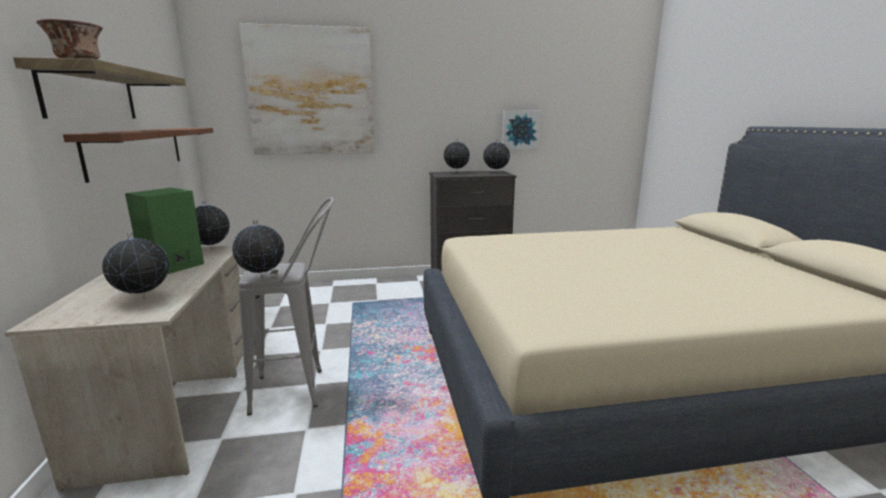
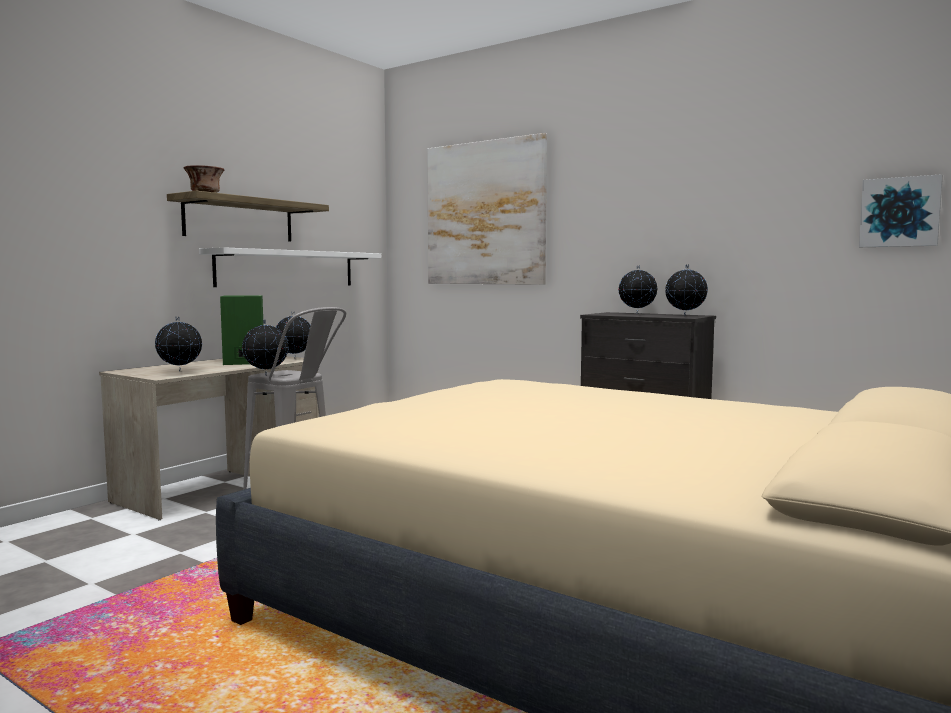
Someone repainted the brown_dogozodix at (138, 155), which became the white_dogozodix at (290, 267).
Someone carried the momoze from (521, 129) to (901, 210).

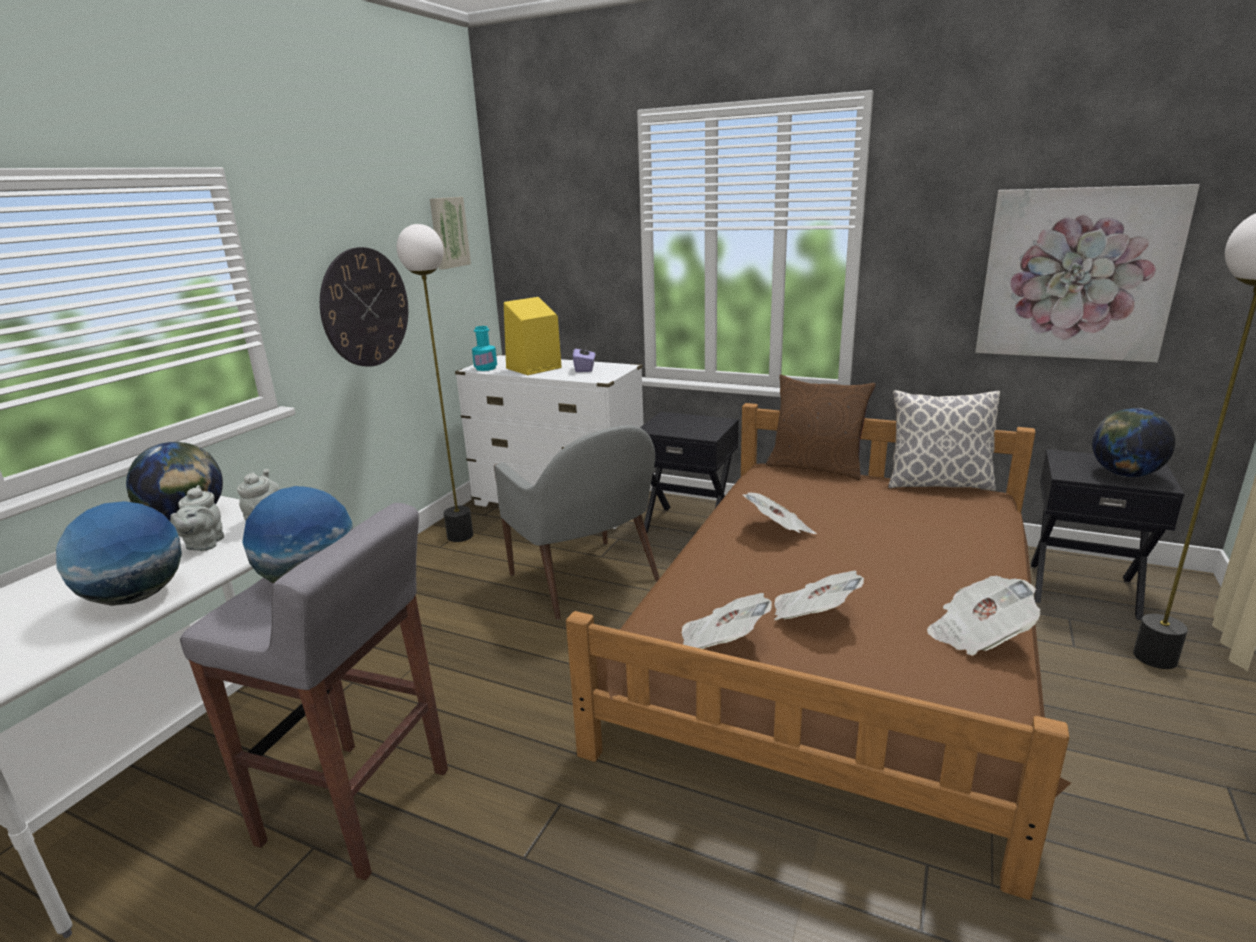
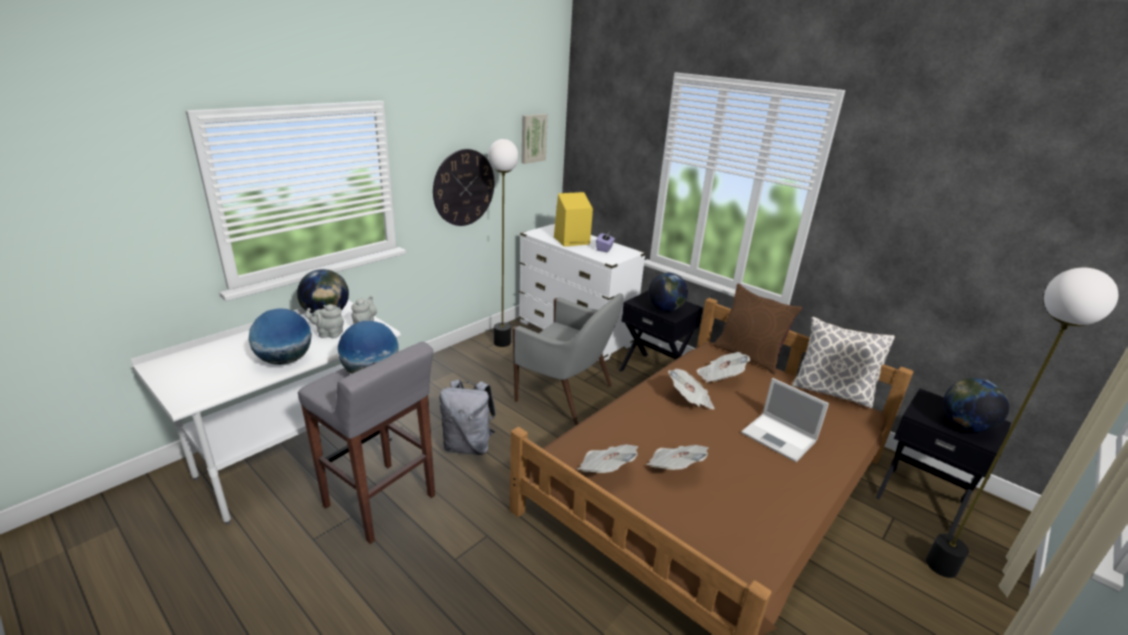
Someone rotated the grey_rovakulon at (197, 518) by 75 degrees clockwise.
Someone put down the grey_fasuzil at (468, 417).
Someone rotated the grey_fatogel at (577, 522) by 45 degrees counterclockwise.
Someone put down the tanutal at (668, 292).
Someone carried the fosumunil from (983, 616) to (723, 367).
Someone put down the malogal at (785, 420).
Someone took away the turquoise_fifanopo at (484, 348).
Someone took away the momoze at (1087, 273).

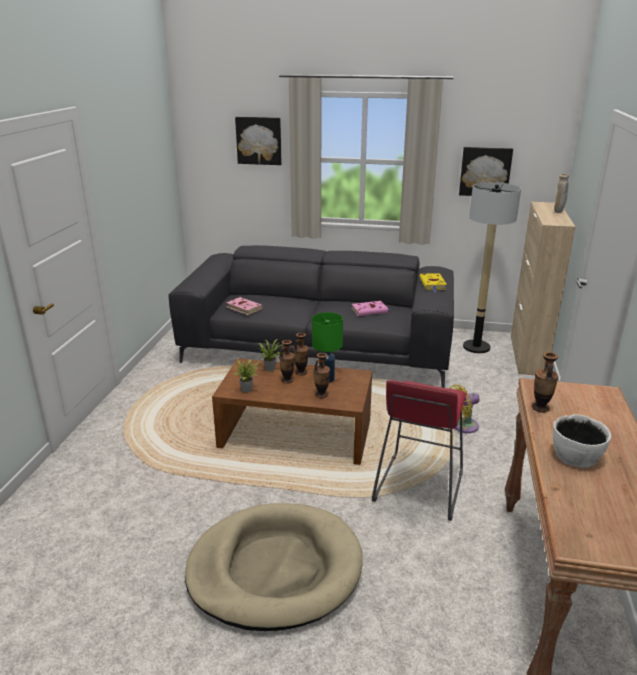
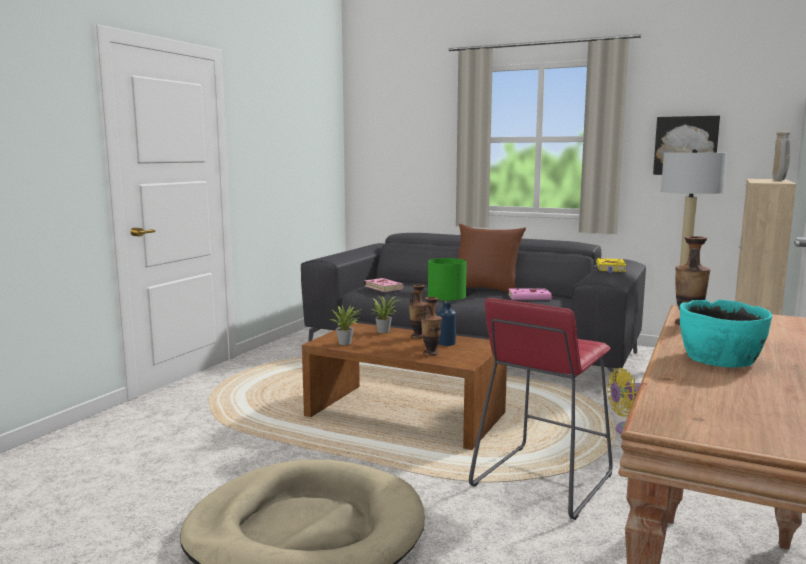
Someone put down the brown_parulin at (492, 258).
Someone repainted the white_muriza at (582, 441), which became the turquoise_muriza at (726, 334).
Someone took away the momoze at (258, 141).
Someone took away the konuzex at (287, 362).

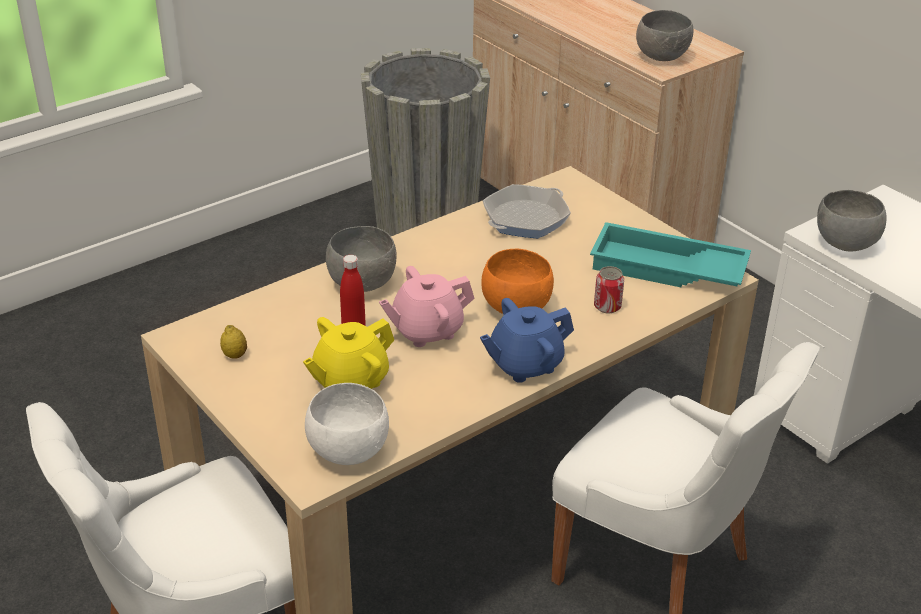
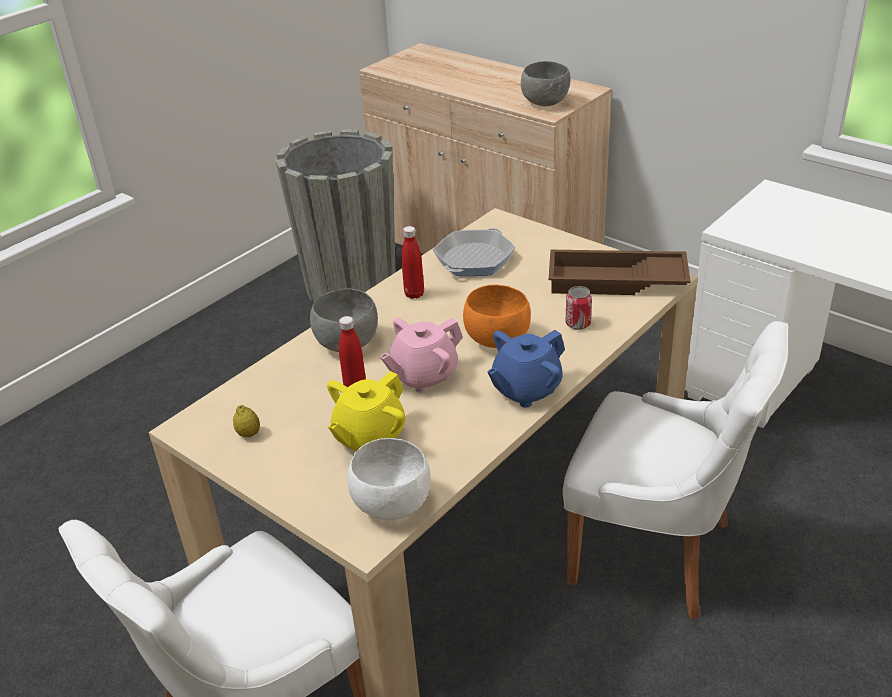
Someone put down the red_fifanopo at (412, 262).
Someone repainted the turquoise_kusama at (670, 254), which became the brown_kusama at (620, 272).
Someone took away the grey_muriza at (852, 220).

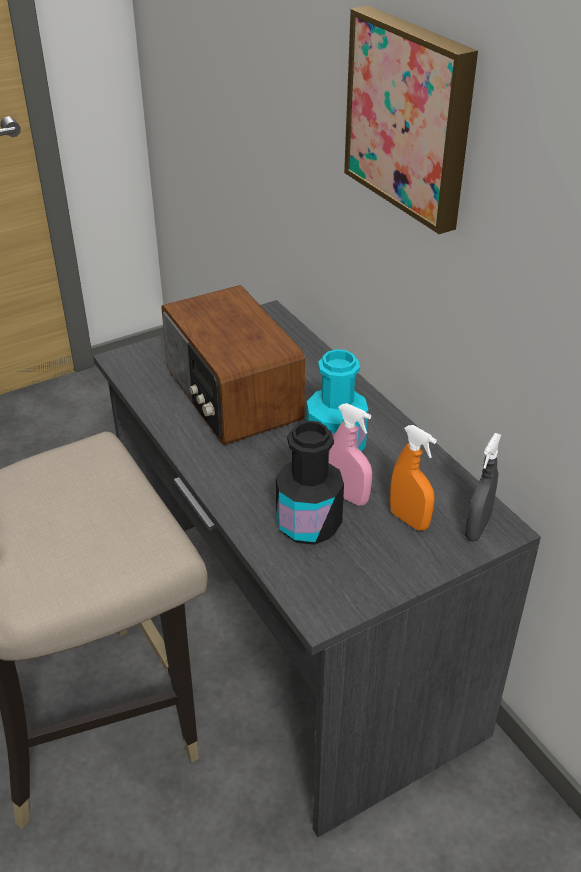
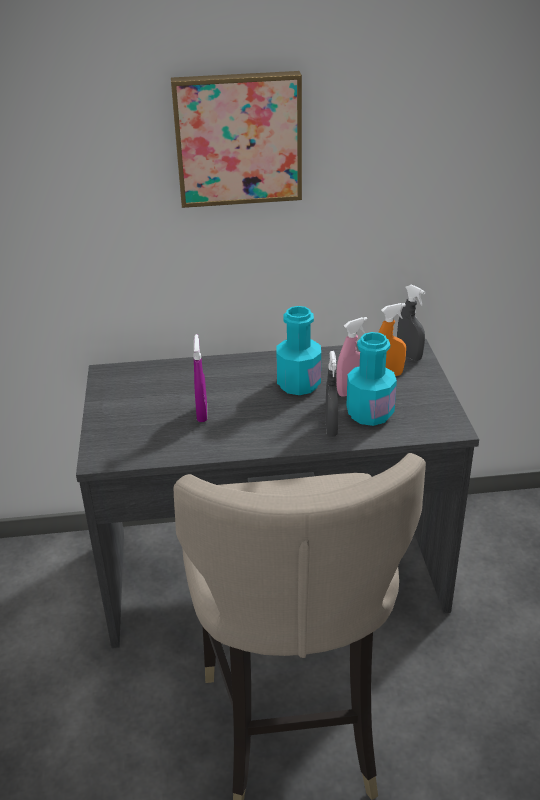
Someone swapped the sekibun at (233, 365) for the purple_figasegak at (200, 378).
Someone put down the grey_figasegak at (331, 393).
Someone repainted the black_fifanopo at (310, 483), which became the turquoise_fifanopo at (371, 379).

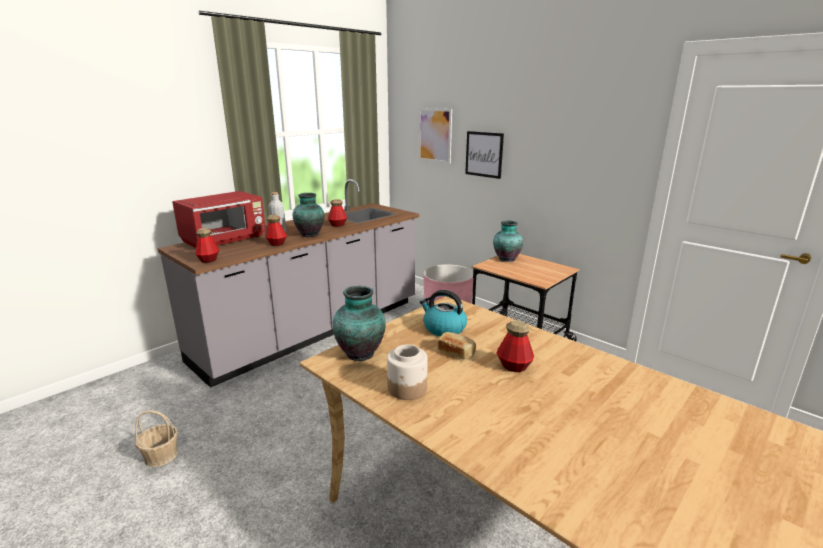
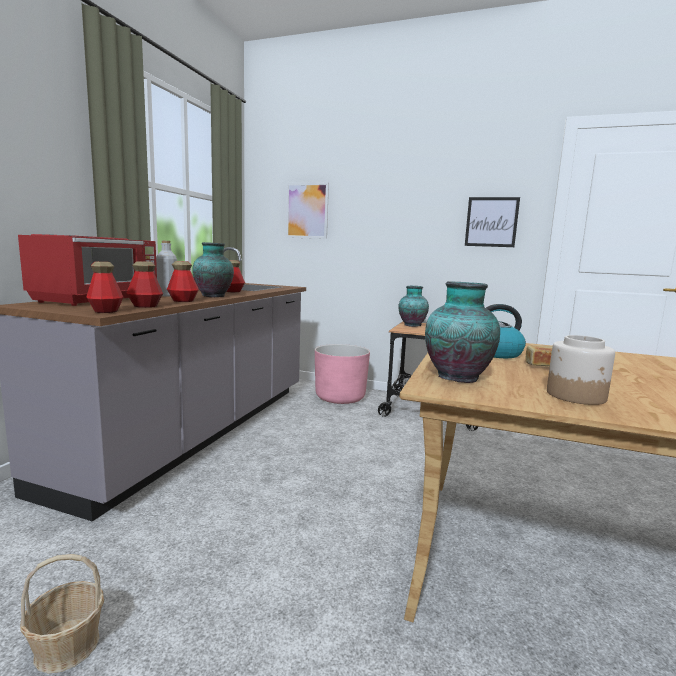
Someone carried the fifanopo from (515, 346) to (144, 284).
Someone carried the momoze from (484, 155) to (492, 222).

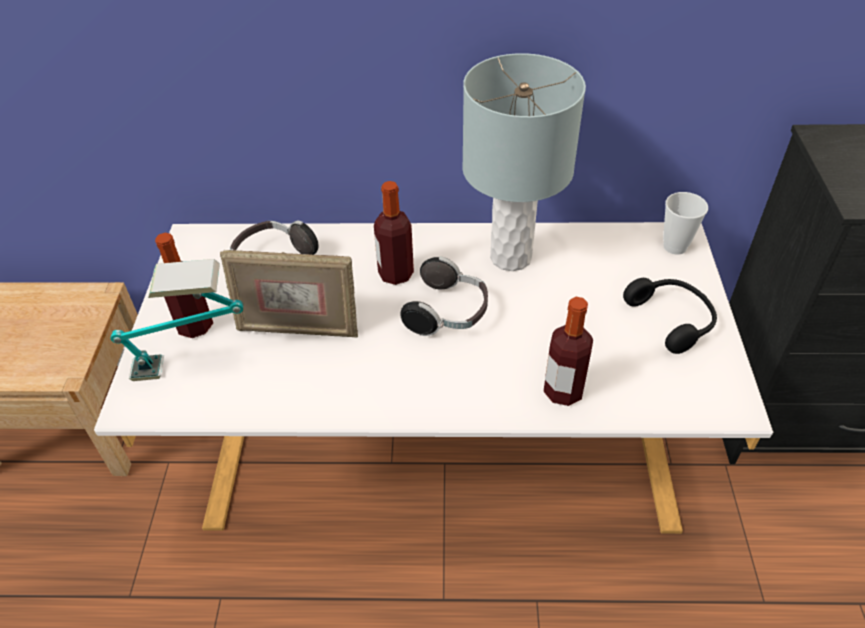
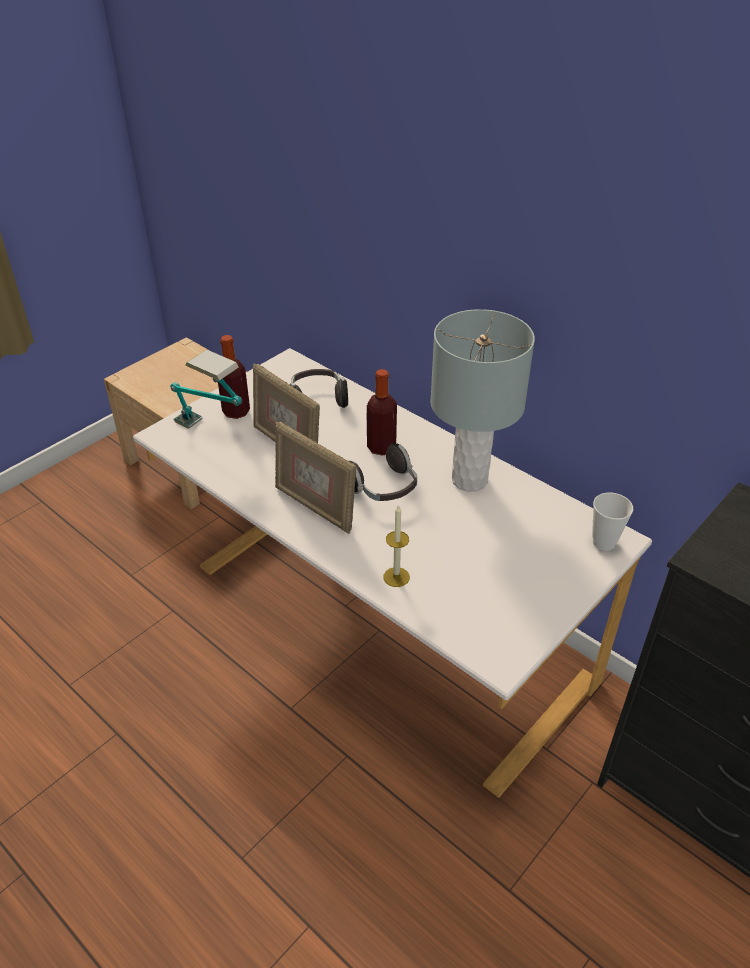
Someone put down the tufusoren at (315, 478).
Someone swapped the fifanopo at (568, 351) for the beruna at (397, 545).
Someone took away the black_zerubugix at (670, 316).

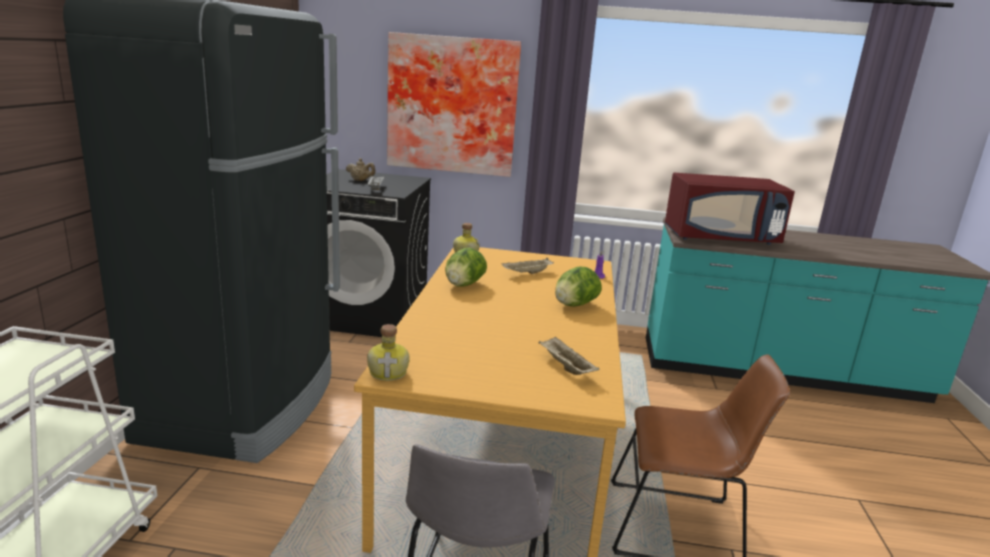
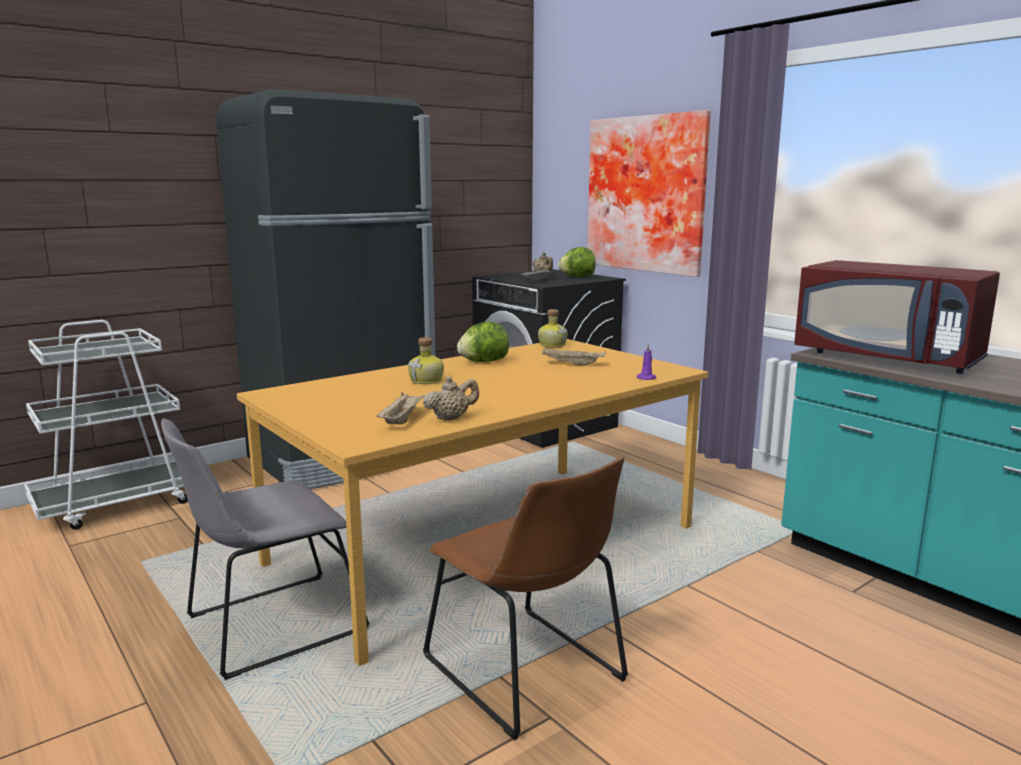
Someone carried the fifanopo from (388, 352) to (426, 360).
Someone put down the beige_rovakulon at (451, 398).
Someone carried the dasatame from (578, 286) to (577, 262).

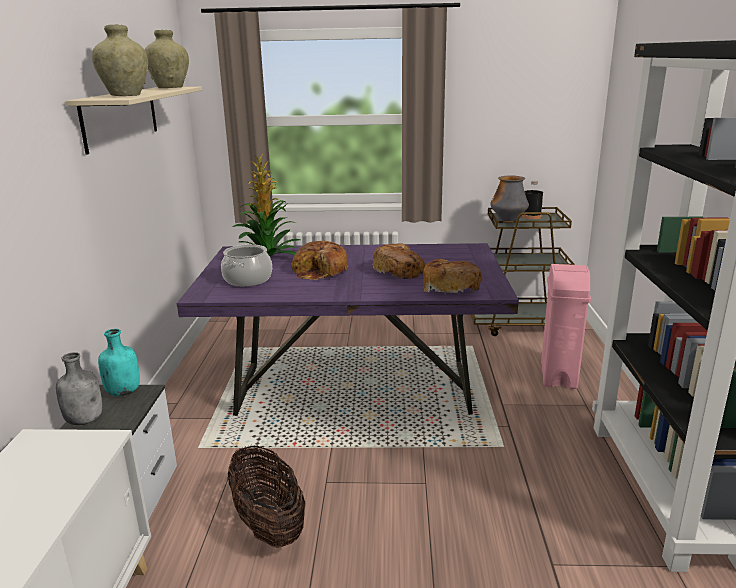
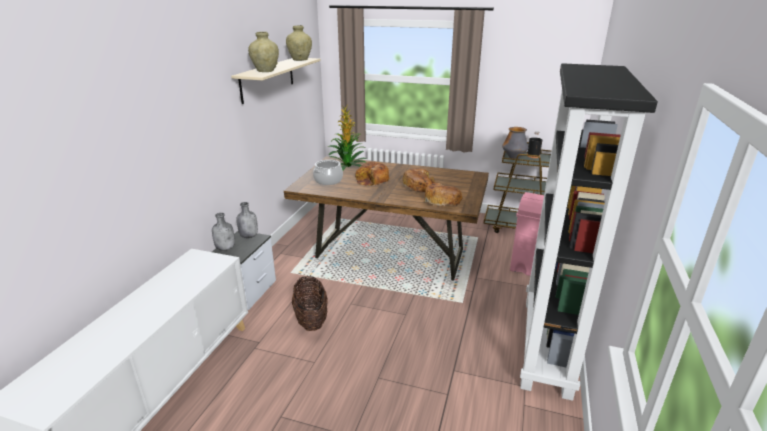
Someone repainted the turquoise_fifanopo at (119, 362), which became the grey_fifanopo at (247, 220).
Someone repainted the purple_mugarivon at (348, 329), which became the brown_mugarivon at (386, 218).

